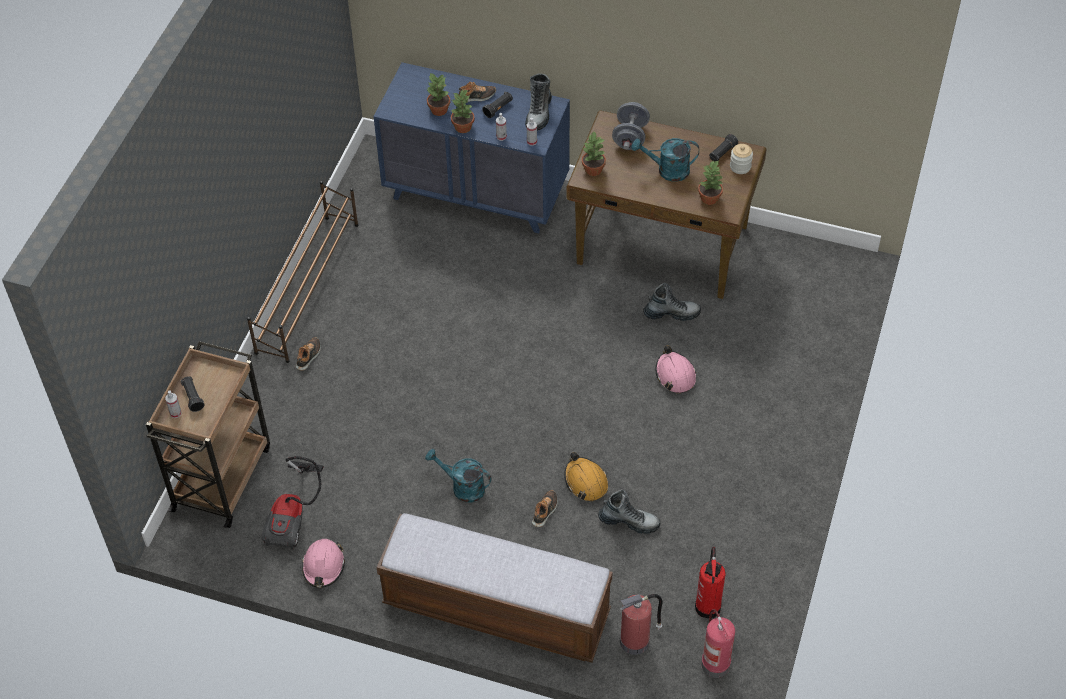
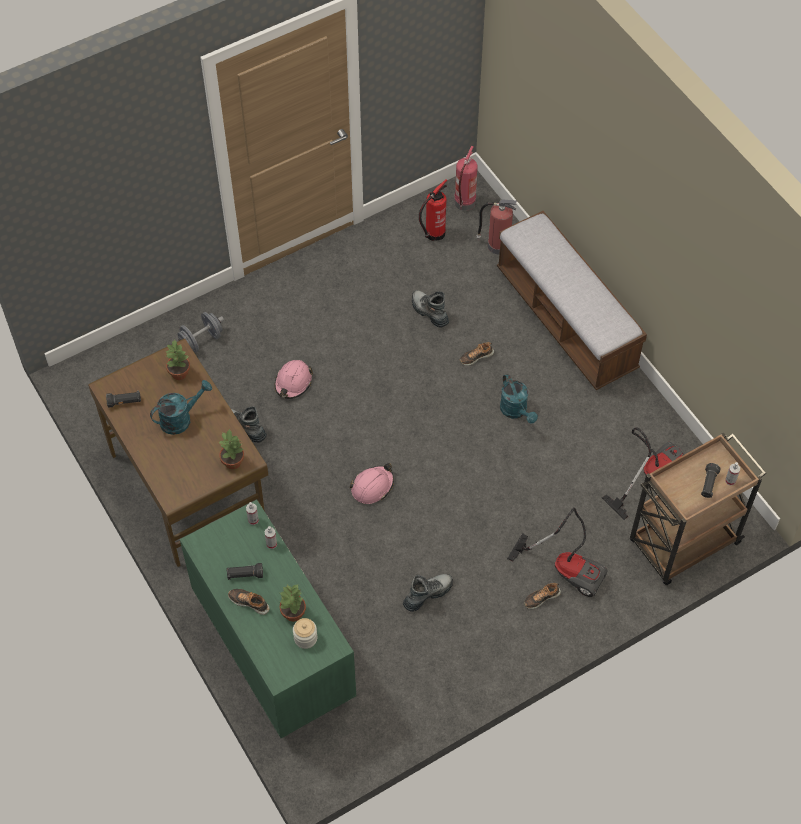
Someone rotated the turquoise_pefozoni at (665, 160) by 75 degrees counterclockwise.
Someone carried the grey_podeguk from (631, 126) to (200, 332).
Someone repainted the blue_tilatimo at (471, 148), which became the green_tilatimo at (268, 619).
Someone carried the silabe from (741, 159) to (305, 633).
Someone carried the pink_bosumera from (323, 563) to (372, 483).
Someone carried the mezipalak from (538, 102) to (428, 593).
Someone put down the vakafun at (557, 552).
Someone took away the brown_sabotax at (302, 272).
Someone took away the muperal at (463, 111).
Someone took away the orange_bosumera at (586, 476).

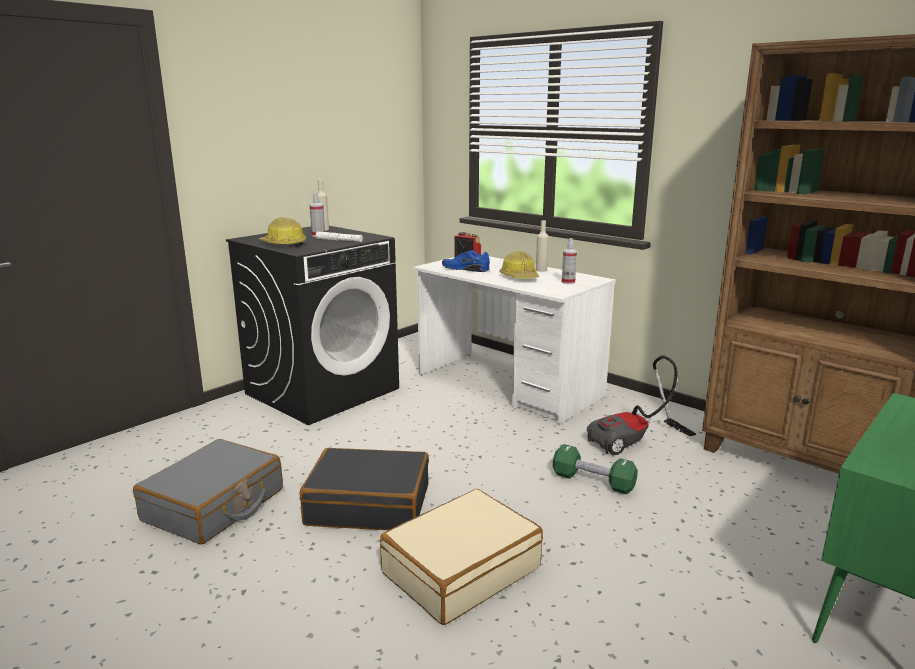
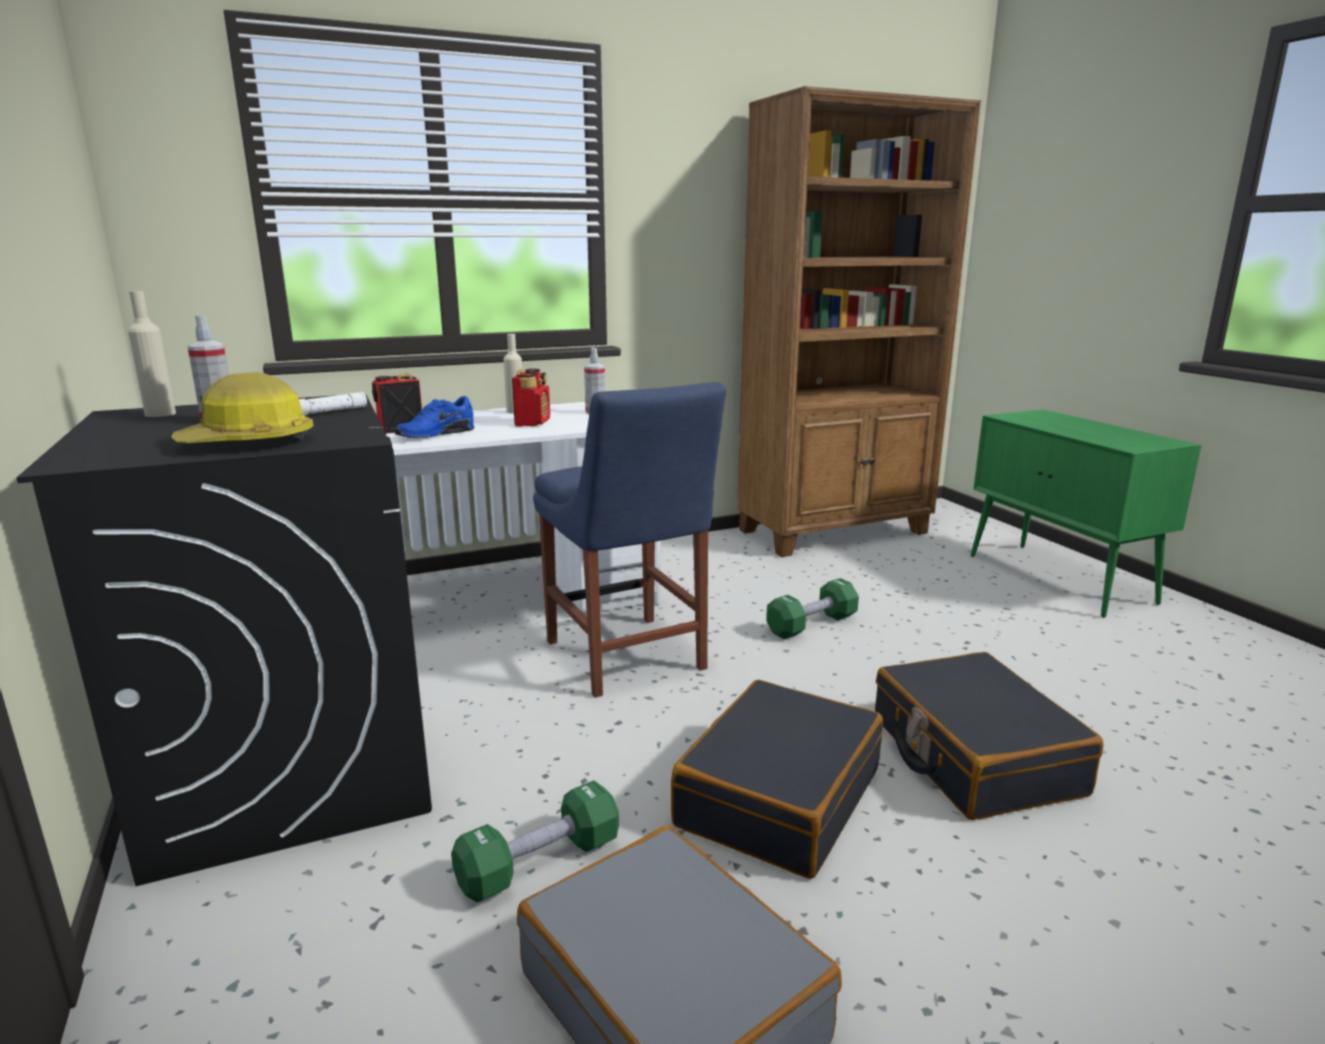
Someone put down the green_podeguk at (535, 841).
Someone swapped the bosumera at (519, 265) for the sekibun at (531, 398).
Someone put down the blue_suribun at (629, 540).
Someone repainted the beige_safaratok at (461, 557), which became the black_safaratok at (989, 736).
Someone took away the vakafun at (641, 405).

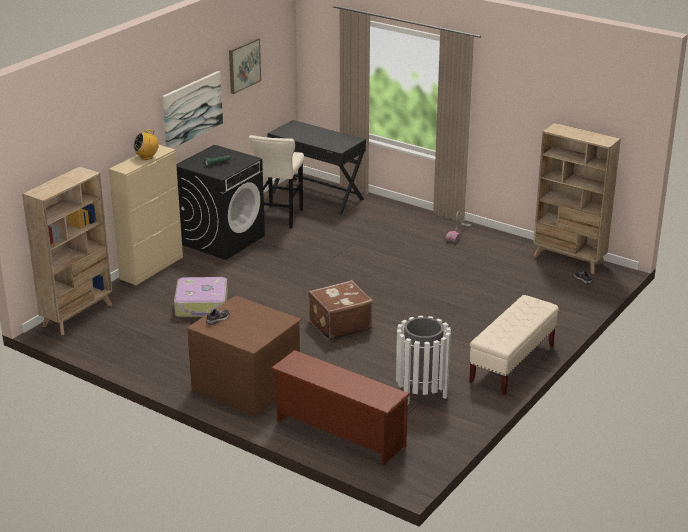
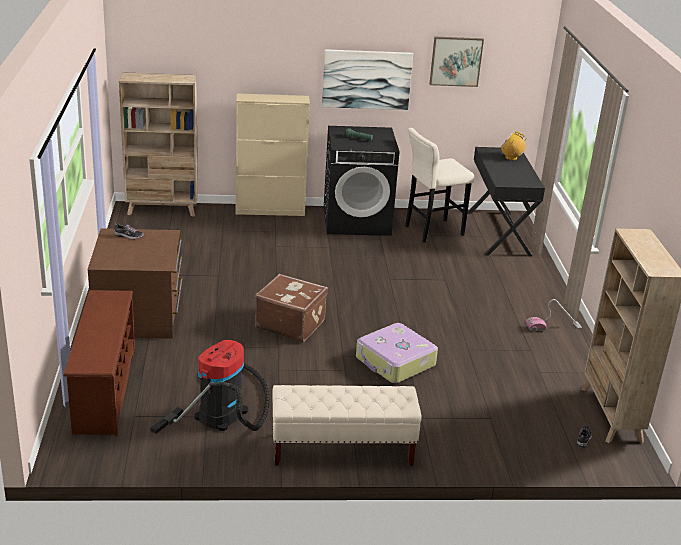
Someone swapped the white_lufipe at (423, 360) for the vakafun at (210, 387).
Someone carried the safaratok from (201, 297) to (397, 353).
Someone carried the sekibun from (146, 144) to (515, 145).

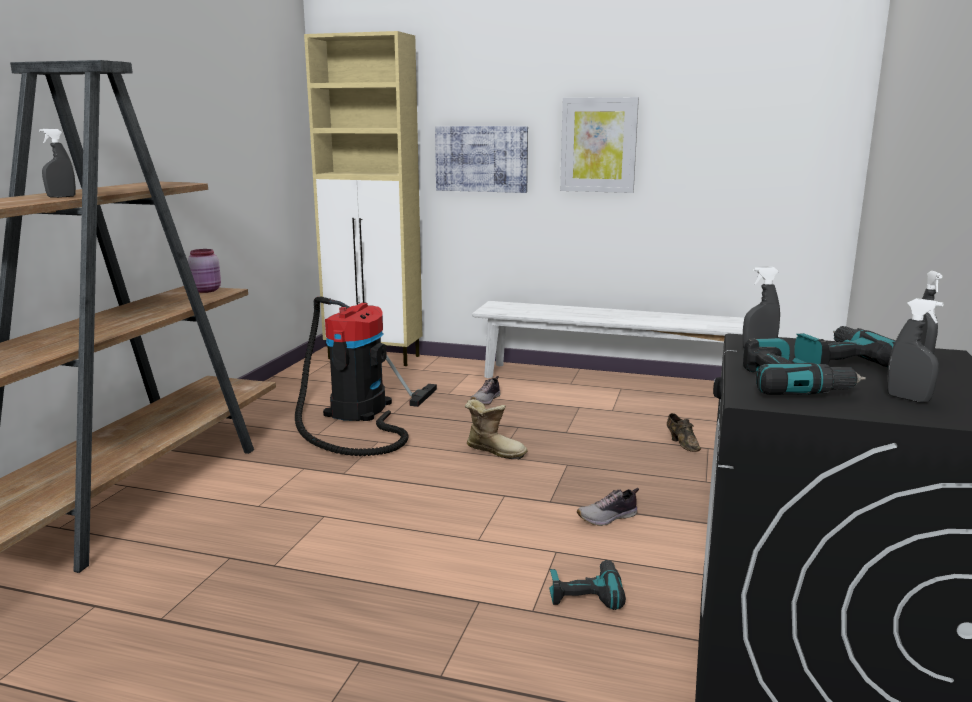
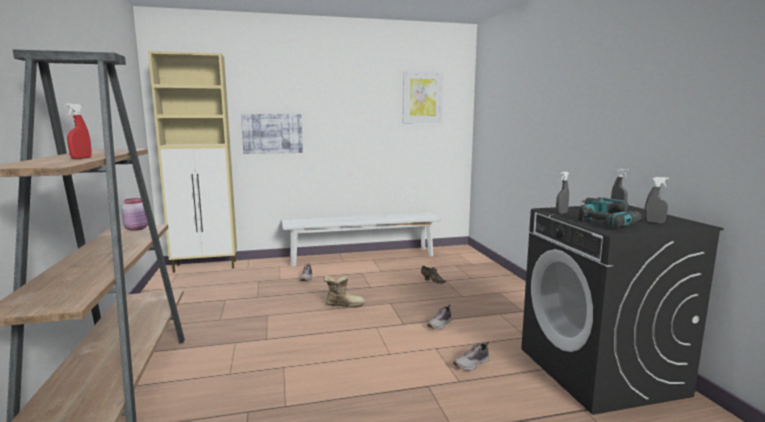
Someone repainted the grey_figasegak at (57, 163), which became the red_figasegak at (78, 131).
Someone carried the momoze from (599, 145) to (423, 97).
Someone swapped the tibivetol at (587, 585) for the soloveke at (471, 356).
Someone took away the vakafun at (366, 376).

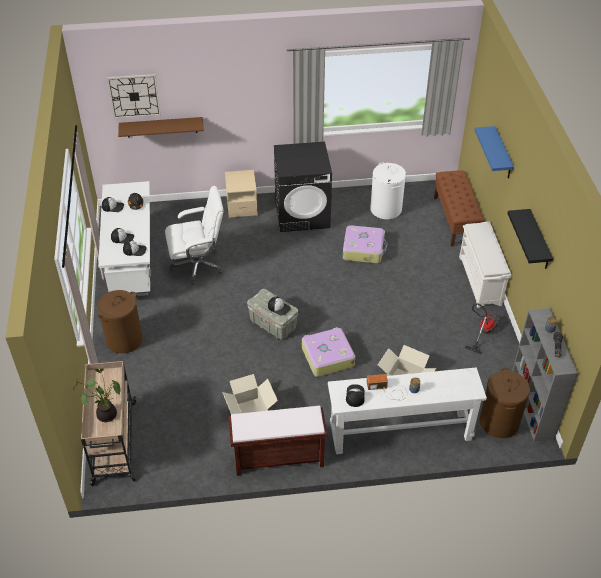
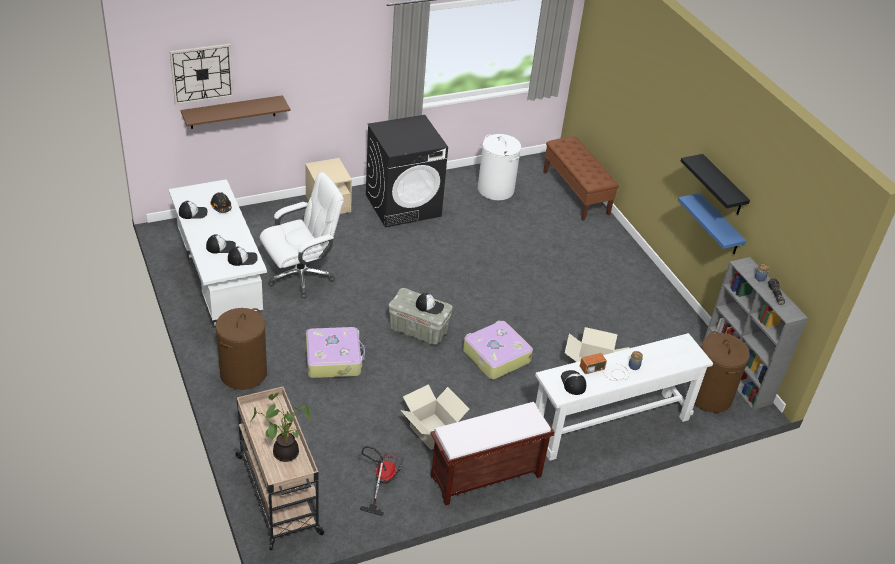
Someone carried the safaratok from (365, 244) to (335, 352).
Someone carried the vakafun from (483, 329) to (382, 481).
Someone carried the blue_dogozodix from (494, 152) to (712, 223).
Someone took away the white_sabotax at (485, 265).

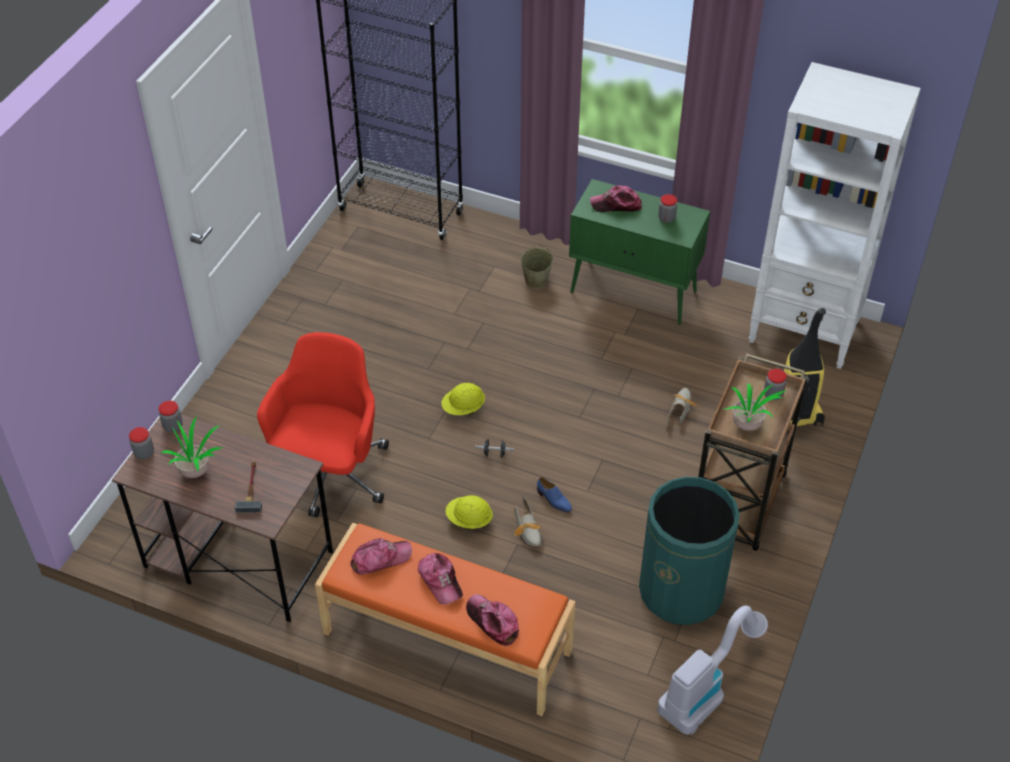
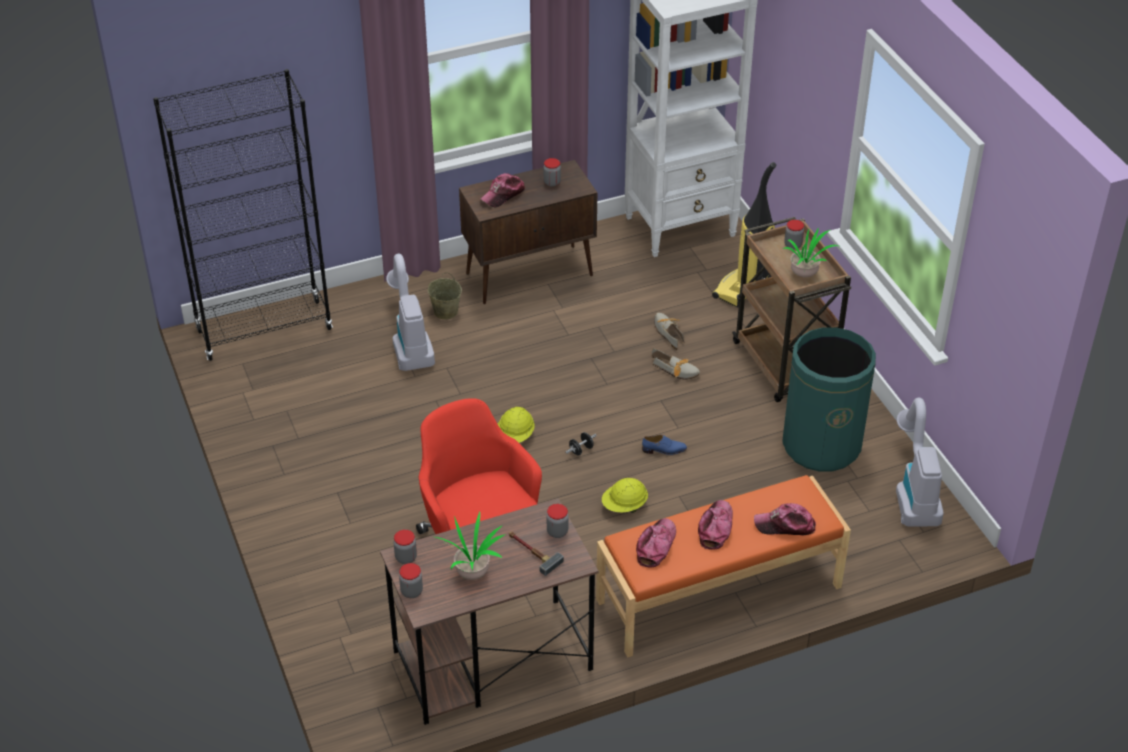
Someone put down the vakafun at (410, 312).
Someone repainted the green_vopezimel at (639, 252), which became the brown_vopezimel at (528, 232).
Someone put down the silabe at (557, 521).
Someone carried the soloveke from (528, 522) to (676, 364).
Someone rotated the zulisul at (440, 578) by 90 degrees counterclockwise.

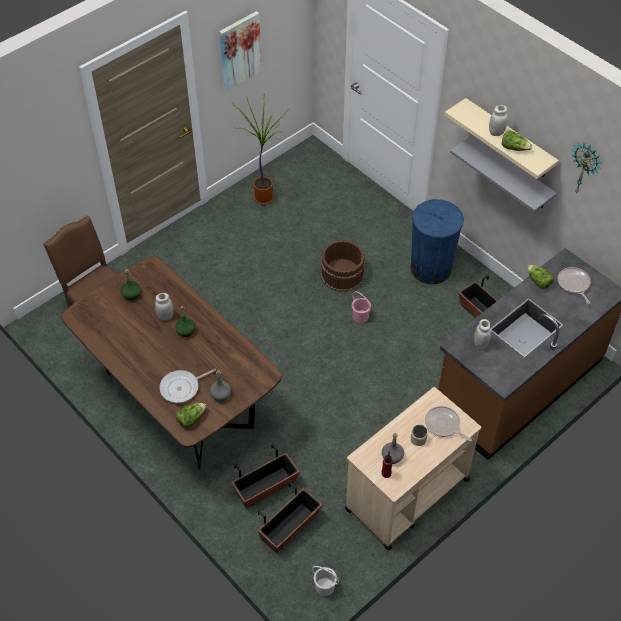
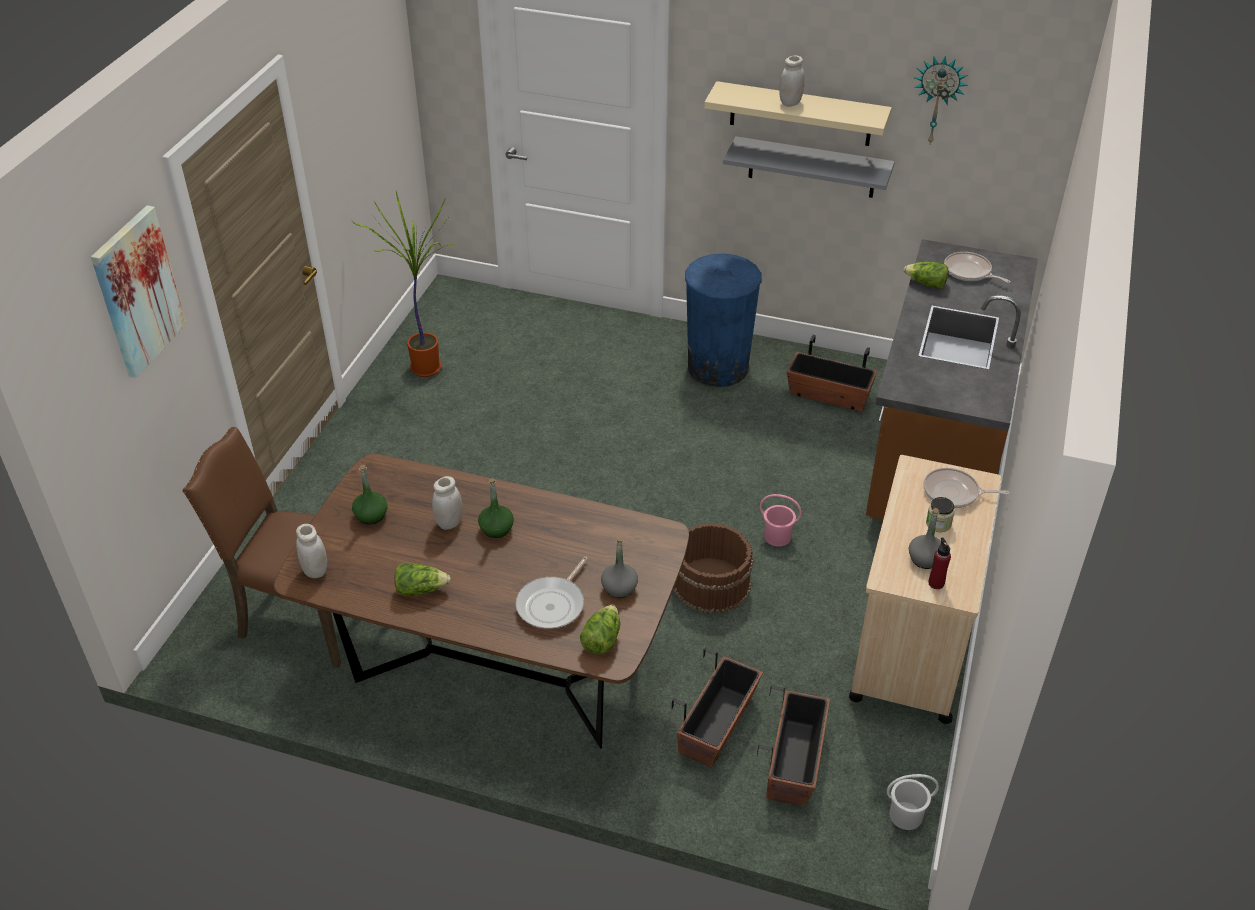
Someone carried the momoze from (240, 51) to (138, 291).
Someone carried the white_silabe from (482, 334) to (311, 551).
Someone carried the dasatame from (517, 140) to (423, 580).
Someone carried the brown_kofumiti from (342, 266) to (713, 568).
Someone carried the pink_kofumiti from (361, 307) to (780, 520).

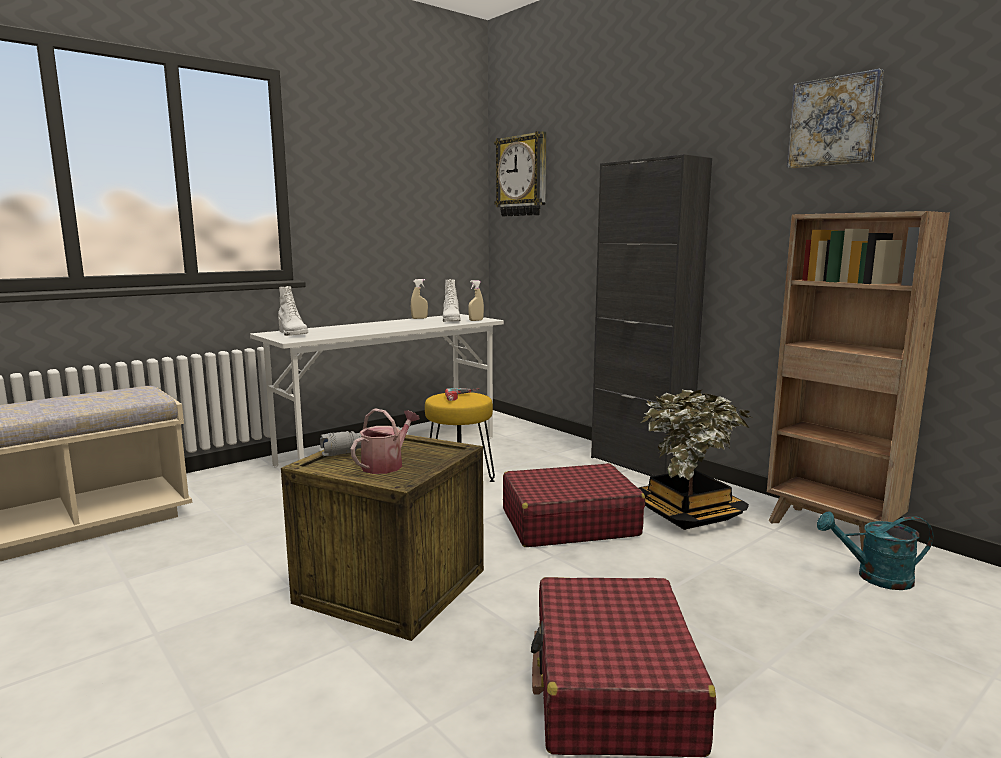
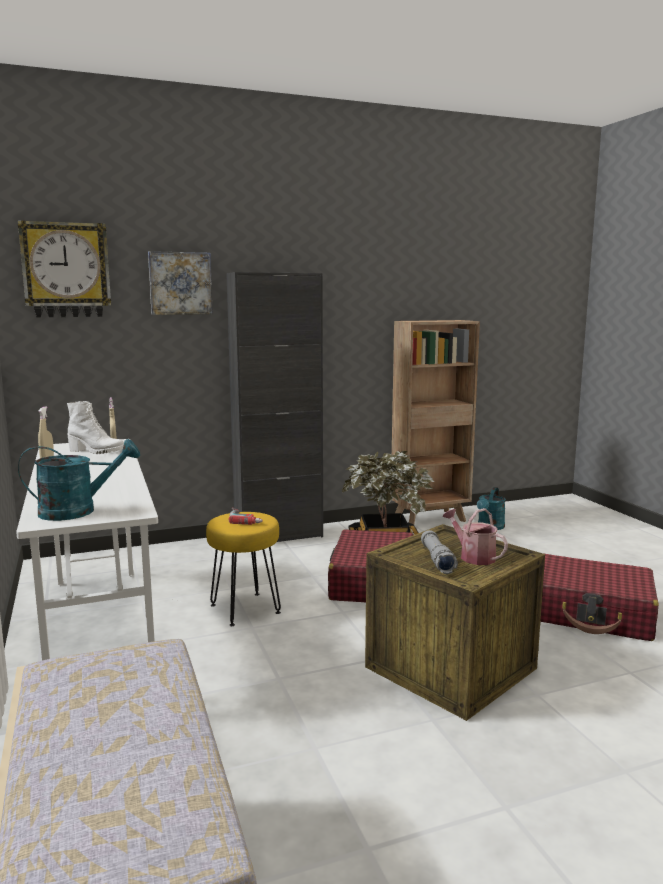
Someone swapped the white_mezipalak at (293, 311) for the turquoise_pefozoni at (79, 480).
Someone carried the momoze from (835, 119) to (180, 283).

